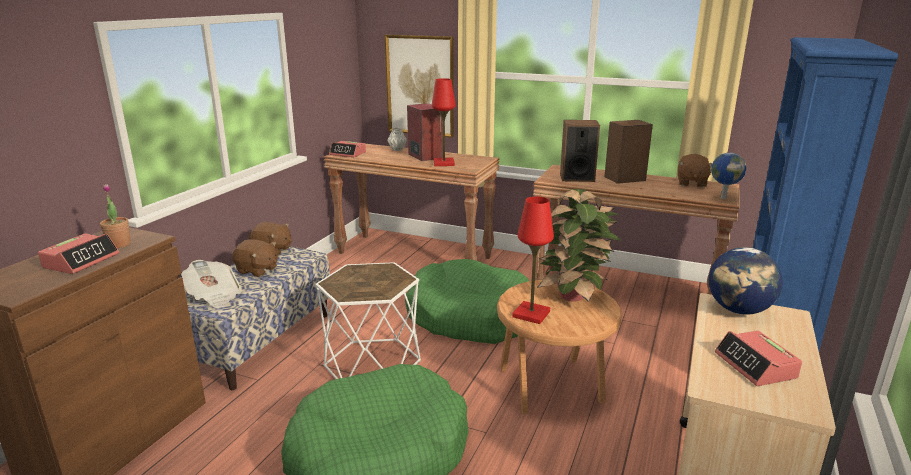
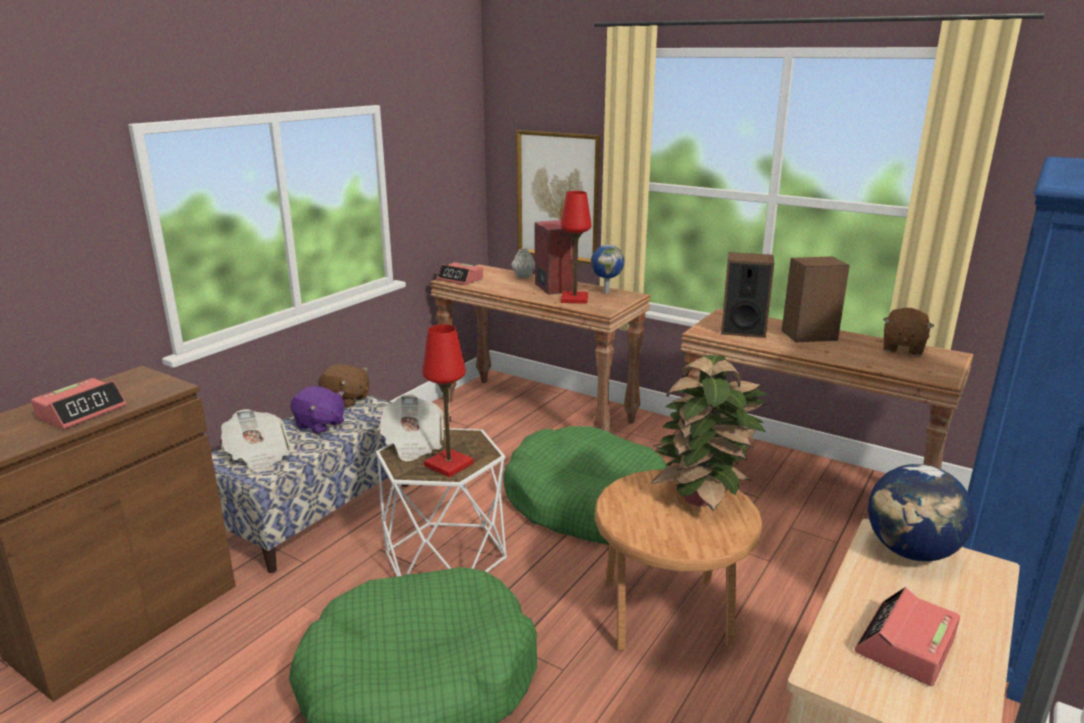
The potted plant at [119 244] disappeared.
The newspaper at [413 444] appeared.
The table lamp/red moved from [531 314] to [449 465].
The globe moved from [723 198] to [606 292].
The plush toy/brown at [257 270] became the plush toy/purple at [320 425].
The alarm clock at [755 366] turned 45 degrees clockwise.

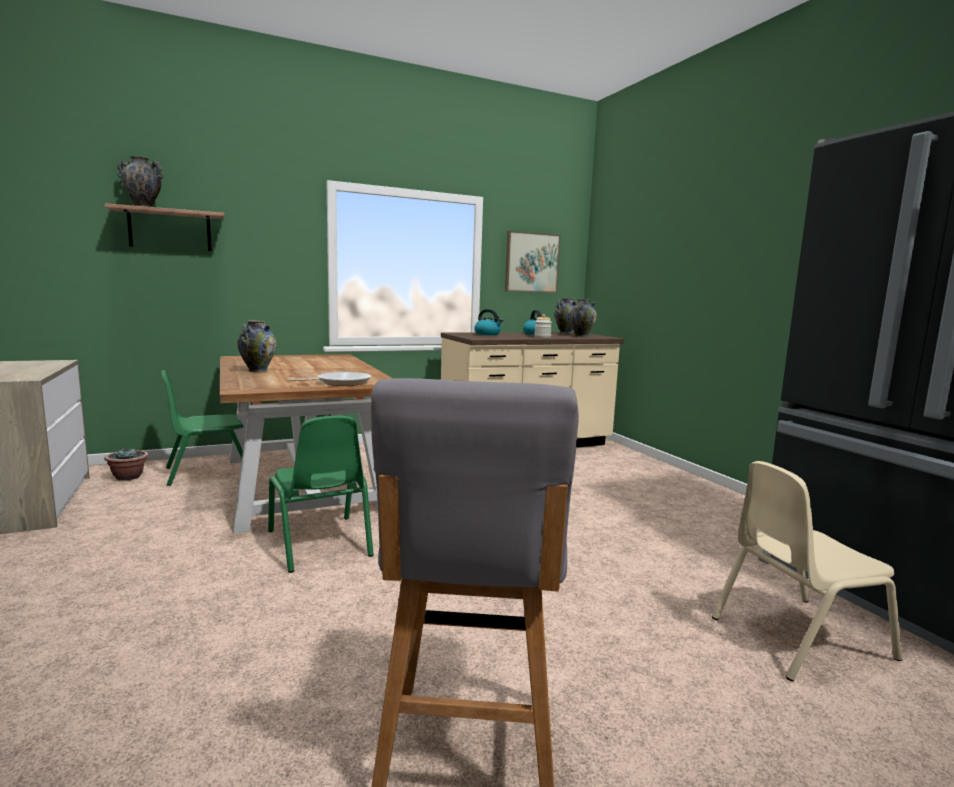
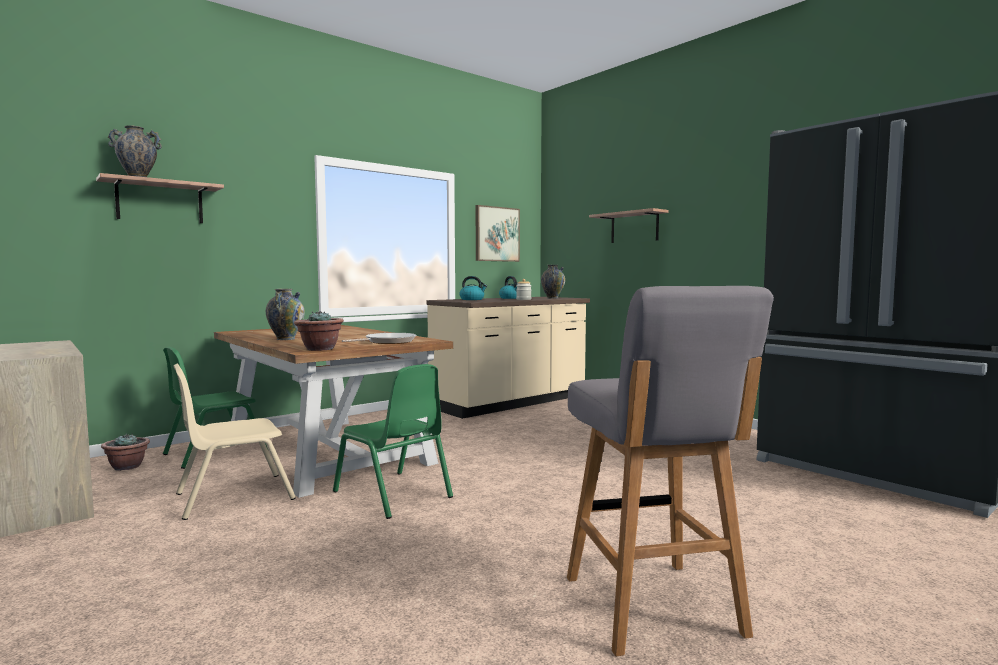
The vase at [566 333] disappeared.
The potted plant at [319 349] appeared.
The shelf at [634 227] appeared.
The chair/beige moved from [798 637] to [234 496].

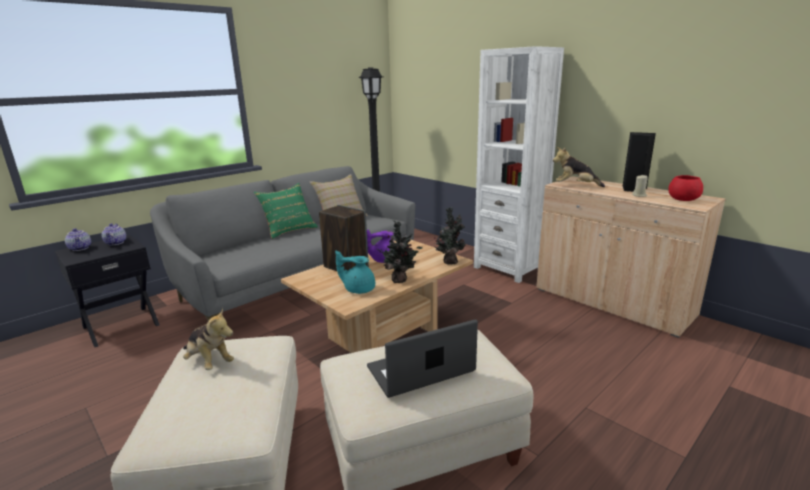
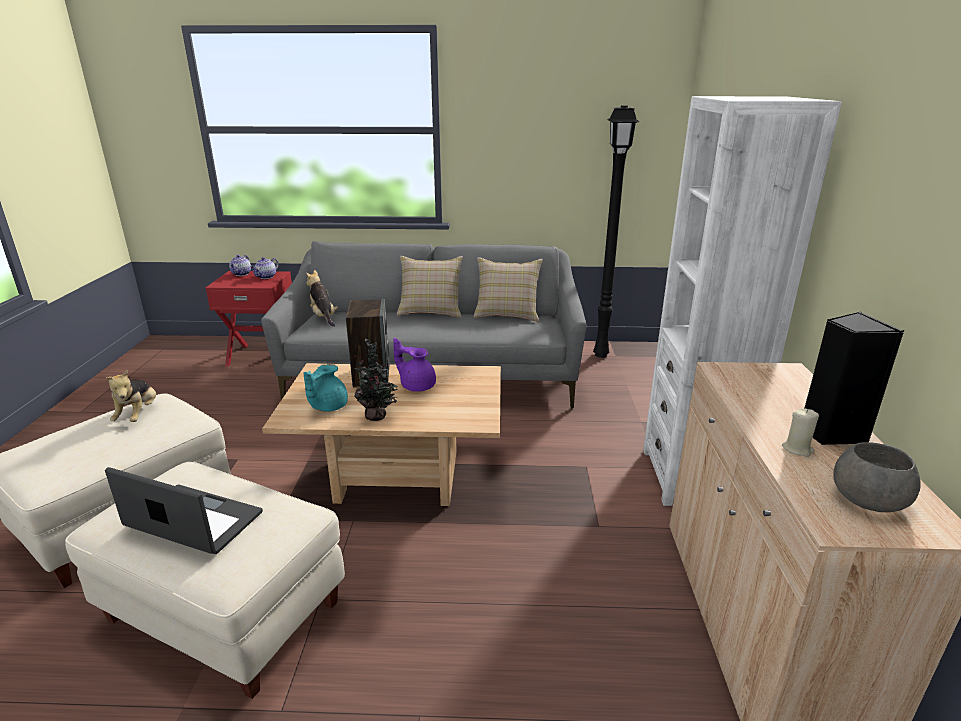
The potted plant at [449 262] disappeared.
The plush toy moved from [575 186] to [323 317].
The side table/black at [121 325] became the side table/red at [262 355].
The pillow/green at [288 230] became the pillow/beige at [431 311].
The bowl/red at [683 199] became the bowl/grey at [866 499].
The teapot/turquoise at [358 289] turned 120 degrees counterclockwise.

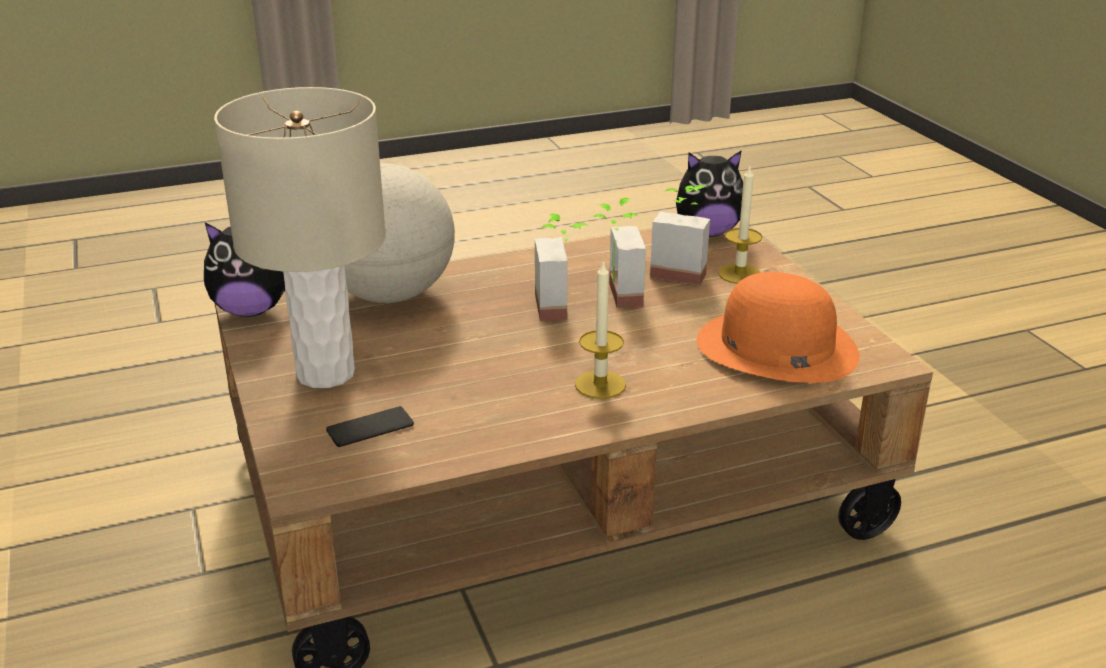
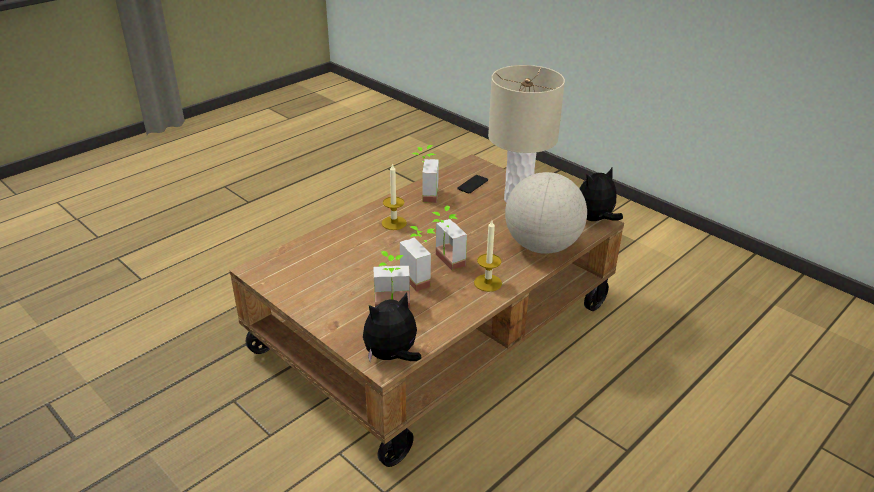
The hat/orange at [776 347] disappeared.
The potted plant at [424 195] appeared.
The candle moved from [740 274] to [487 283].

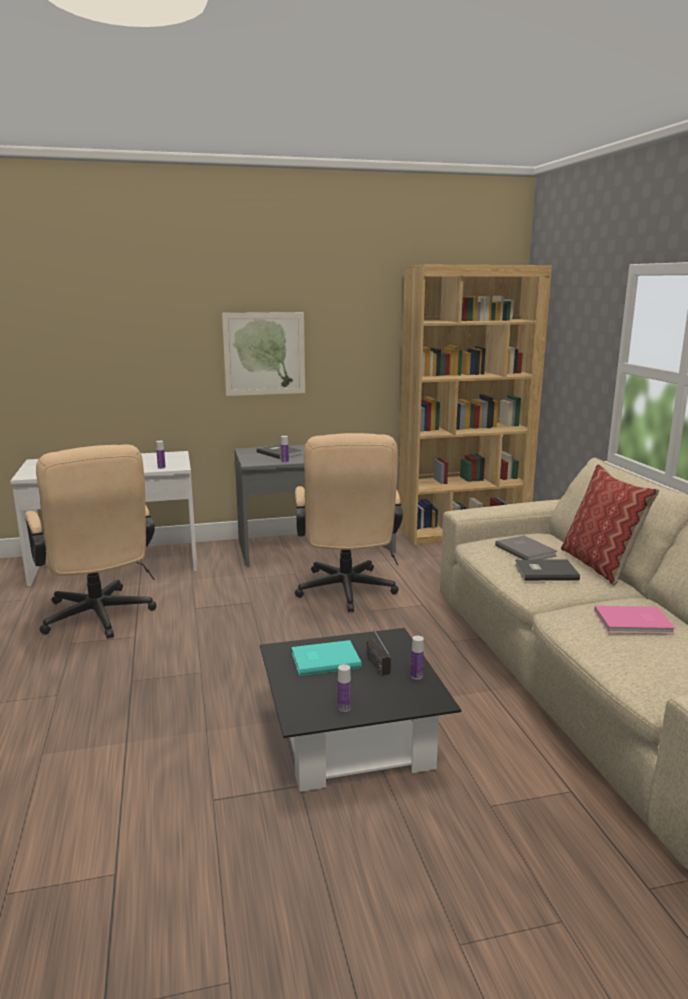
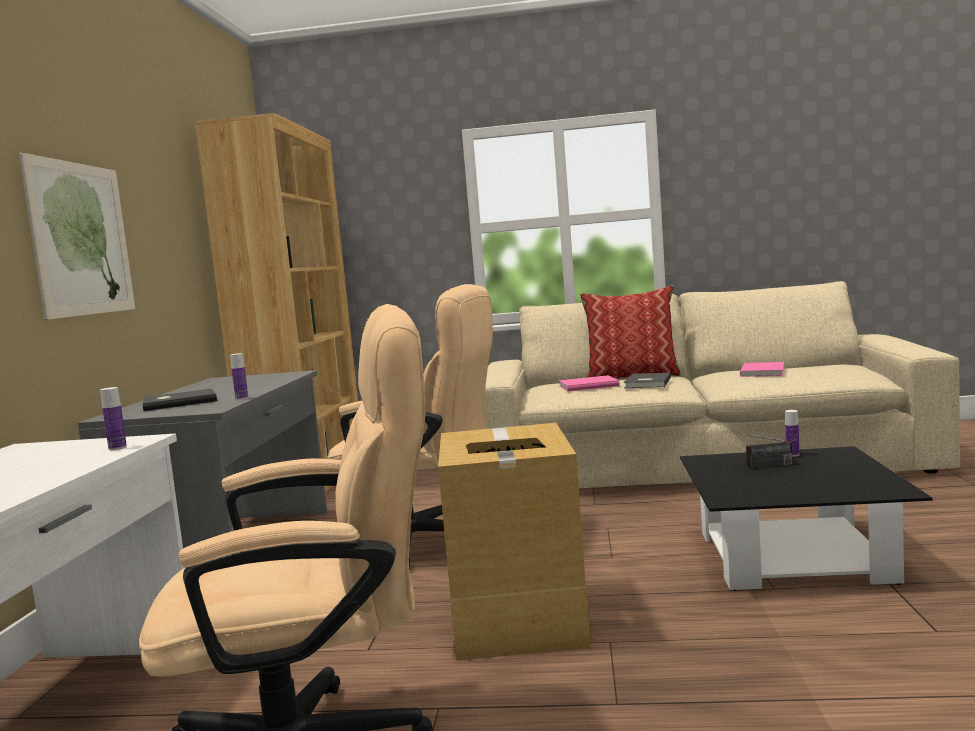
The book/turquoise at [324 659] disappeared.
The bottle at [344 708] disappeared.
The cardboard box at [515 617] appeared.
The book/grey at [526 550] became the book/pink at [587 385].

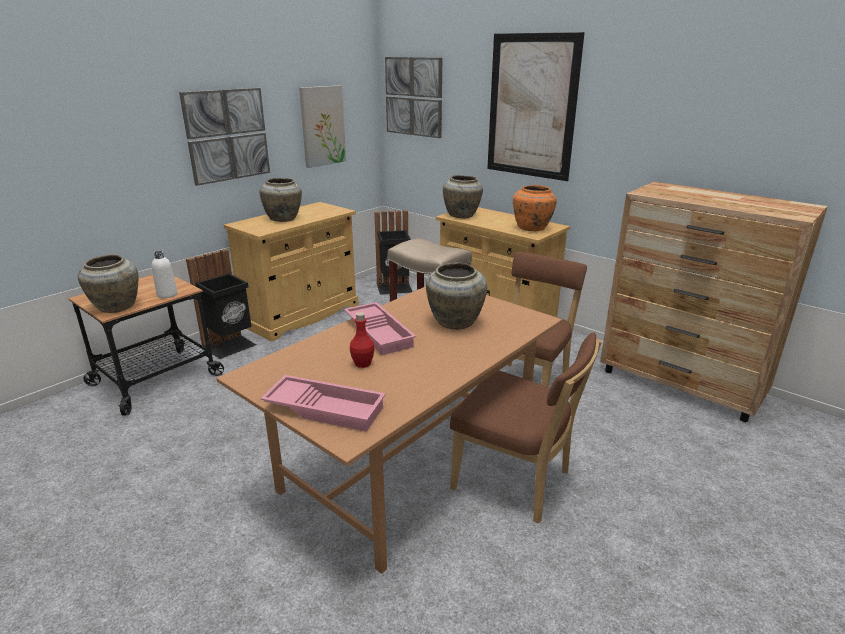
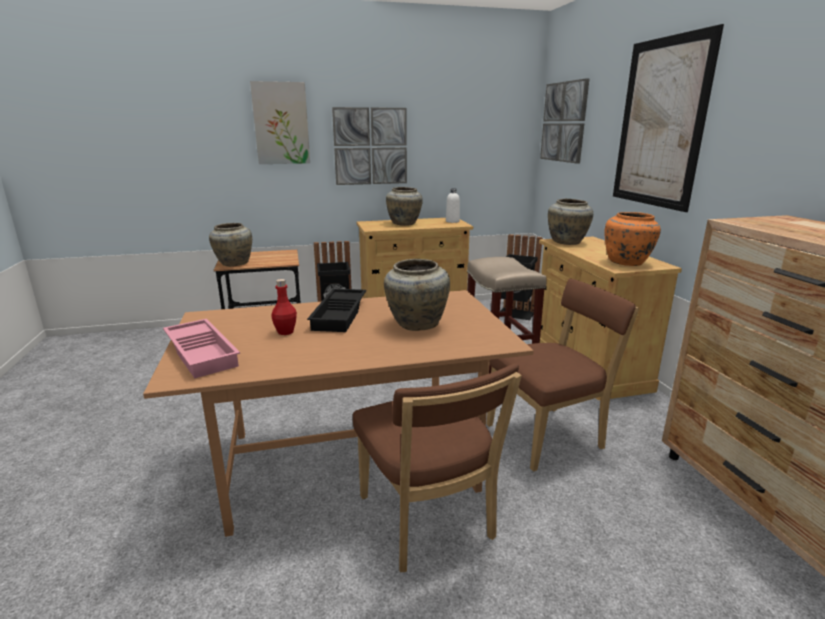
The bottle/white moved from [167 295] to [452 221].
The picture moved from [322 126] to [281 123].
The tray/pink at [380 333] became the tray/black at [340 315].

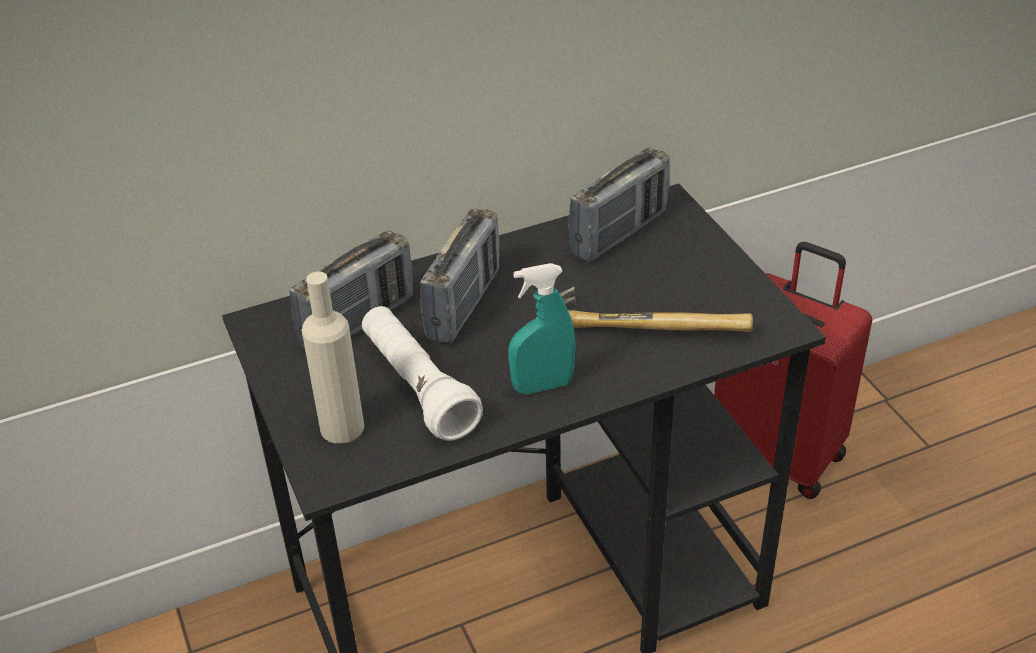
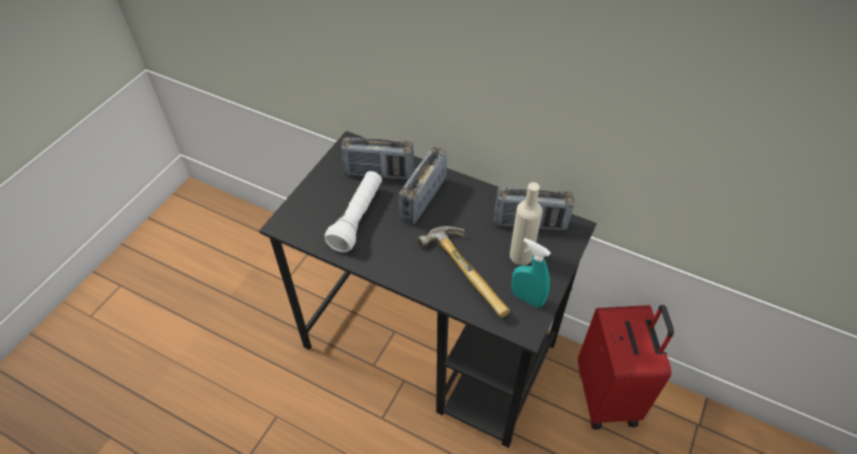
The bottle/beige moved from [342 427] to [521 255].
The spray bottle/turquoise moved from [542 386] to [527 298].
The radio at [464 304] turned 135 degrees clockwise.

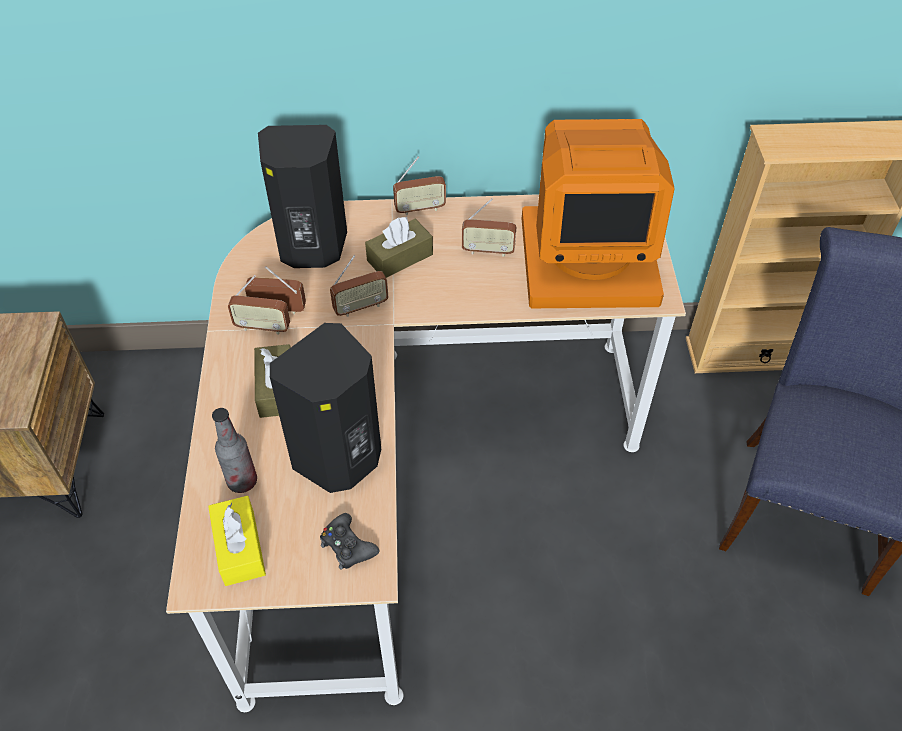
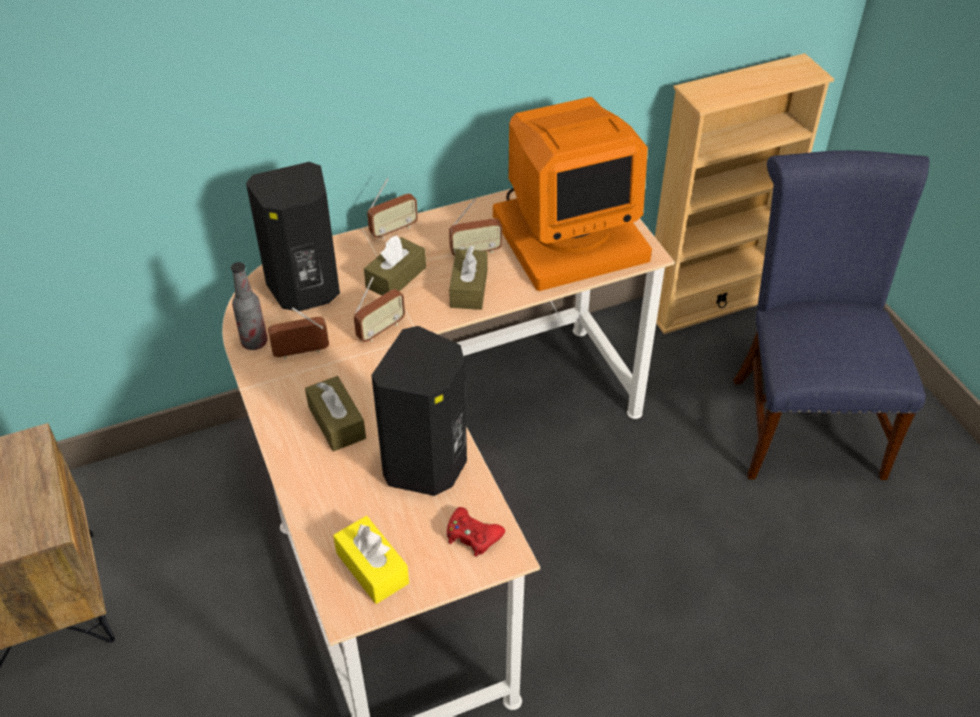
The radio at [262 327] disappeared.
The tissue box/brown at [469 288] appeared.
The bottle moved from [242 481] to [254 342].
The game controller/black at [347 546] became the game controller/red at [472 536].

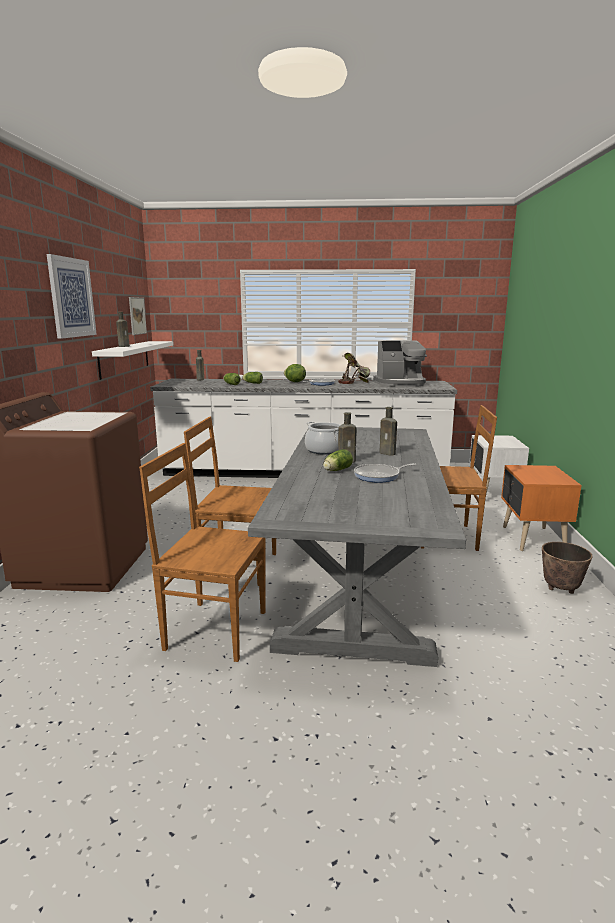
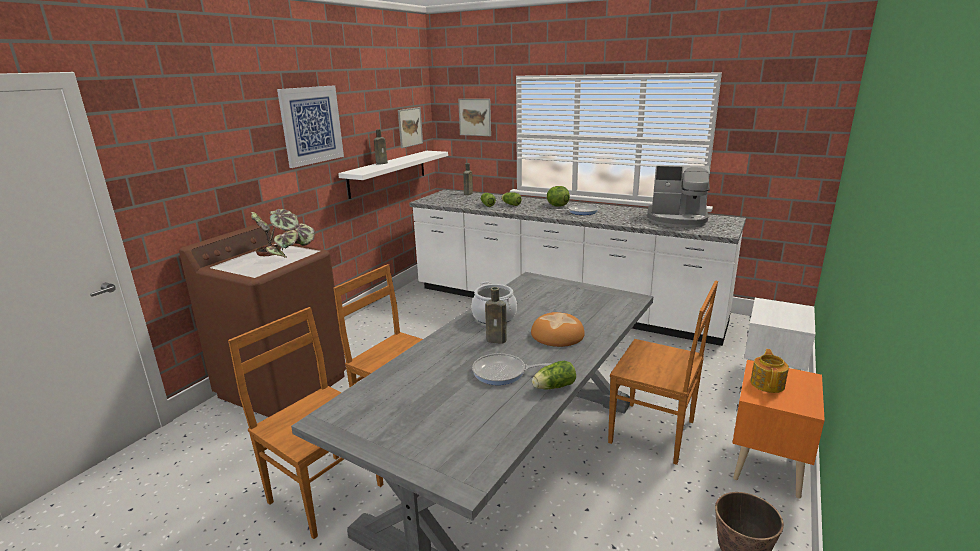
The picture at [475 117] appeared.
The teapot at [767 384] appeared.
The lettuce moved from [336 470] to [552 387].
The potted plant moved from [355 382] to [285 251].
The bottle/brown at [388 453] was replaced by the bread at [557 334].

